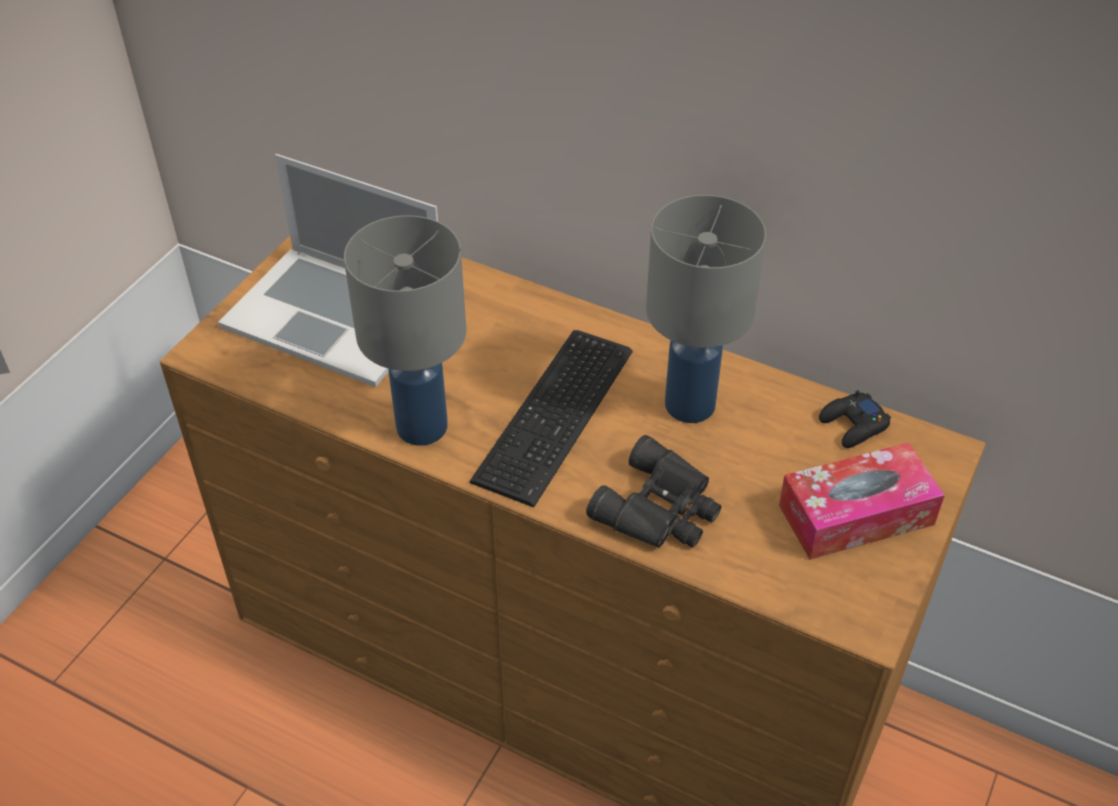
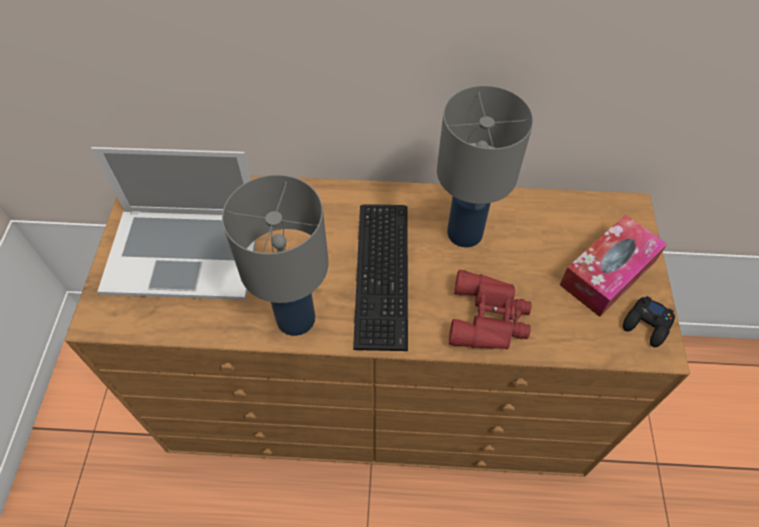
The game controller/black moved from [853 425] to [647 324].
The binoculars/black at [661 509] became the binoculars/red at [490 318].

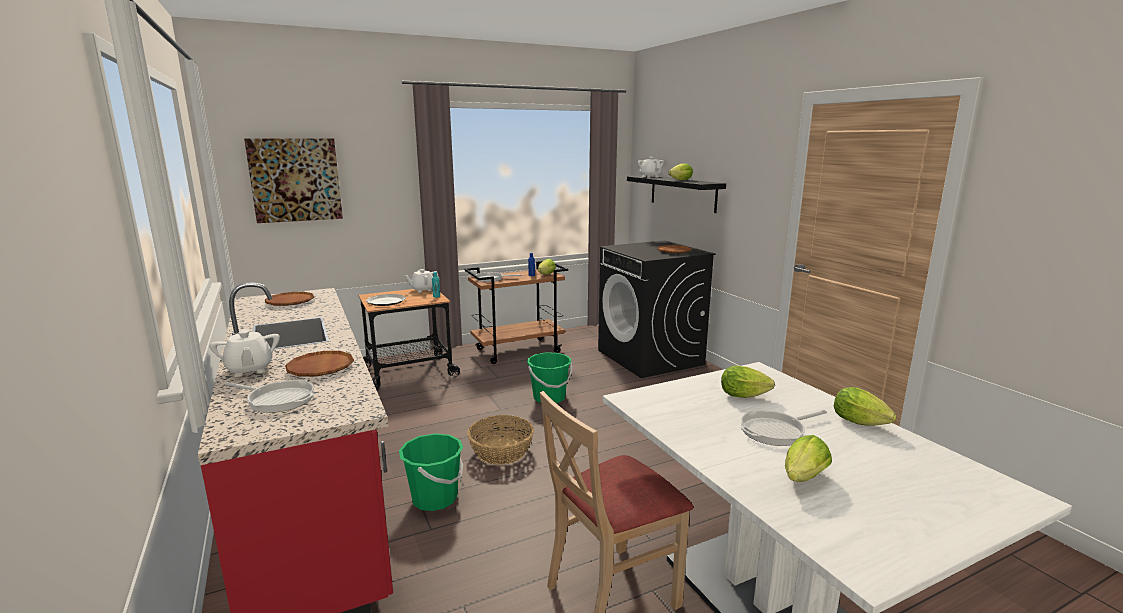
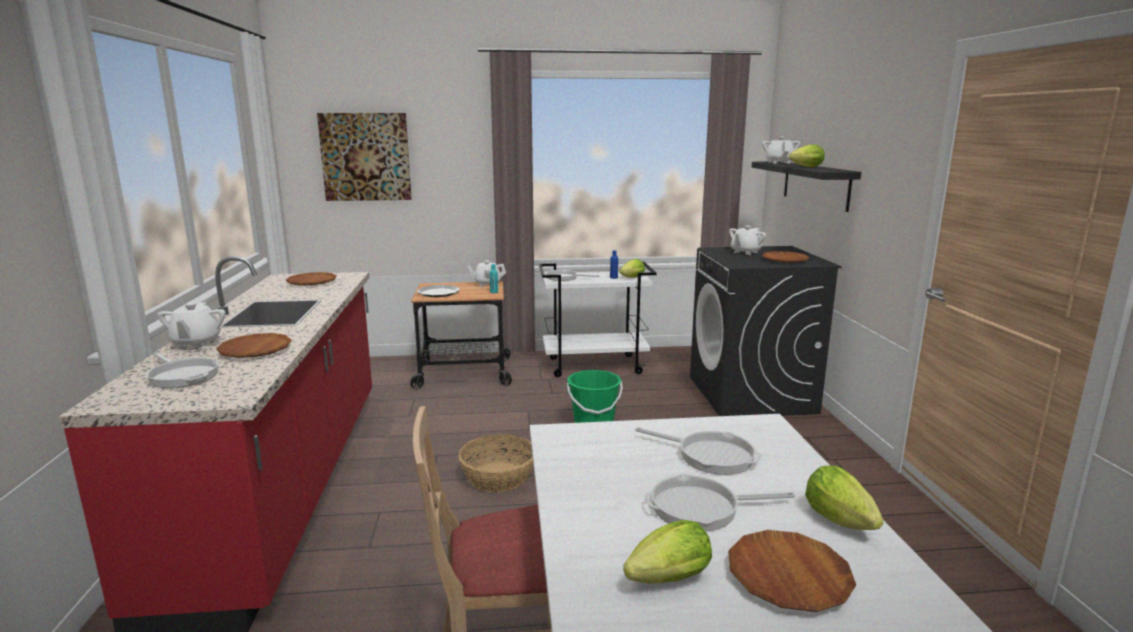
The bucket/green at [435 498] disappeared.
The plate/brown at [788 577] appeared.
The teapot/white at [745 252] appeared.
The lettuce at [746 396] was replaced by the frying pan at [710 455].
The cart/brown at [518 351] became the cart/white at [595 366].

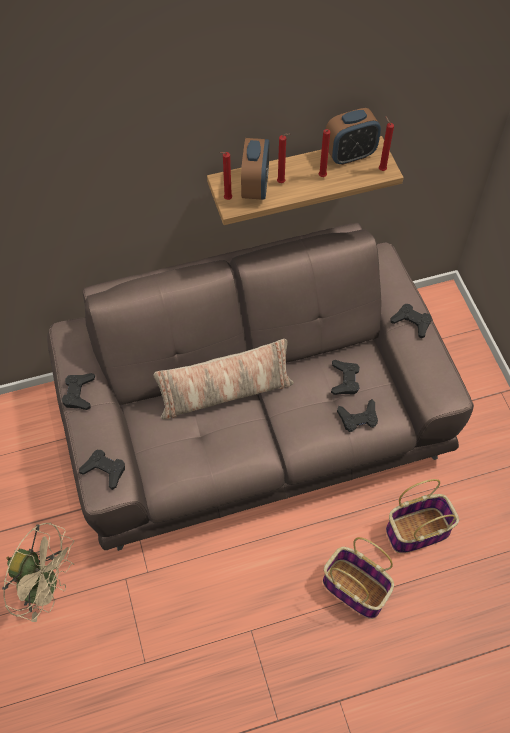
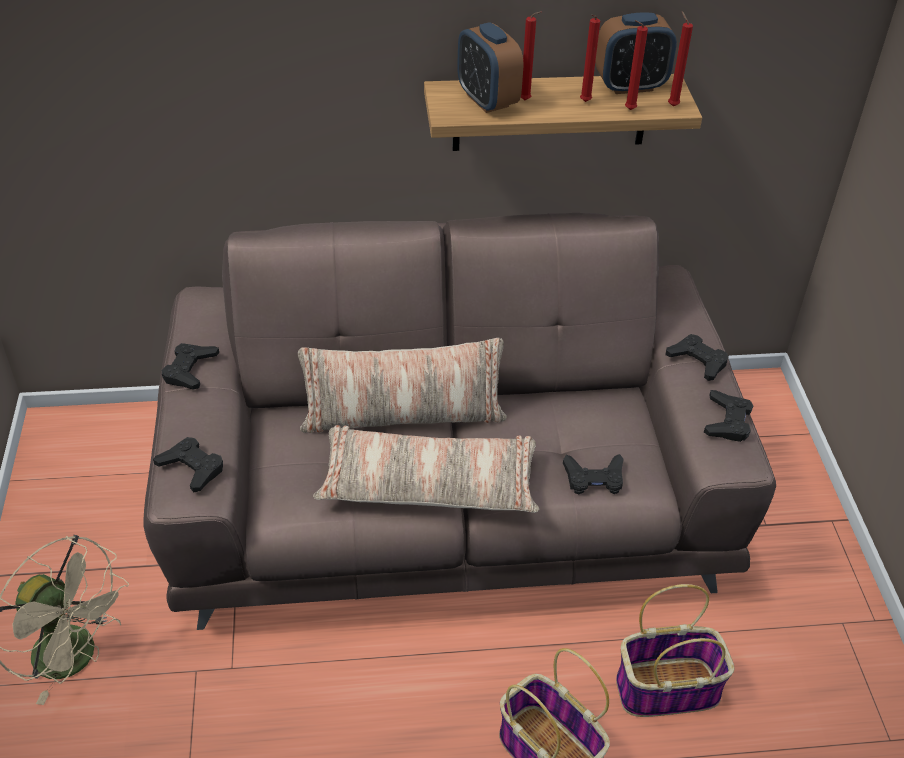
The pillow at [429 484] appeared.
The candle/red moved from [226 199] to [628 110].
The game controller/black moved from [345 380] to [727 421].
The alarm clock at [255 187] turned 135 degrees clockwise.

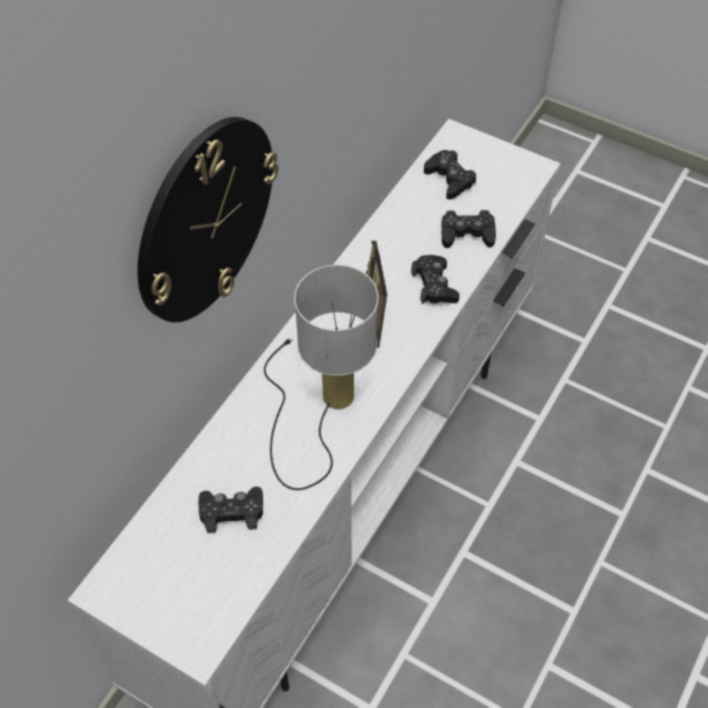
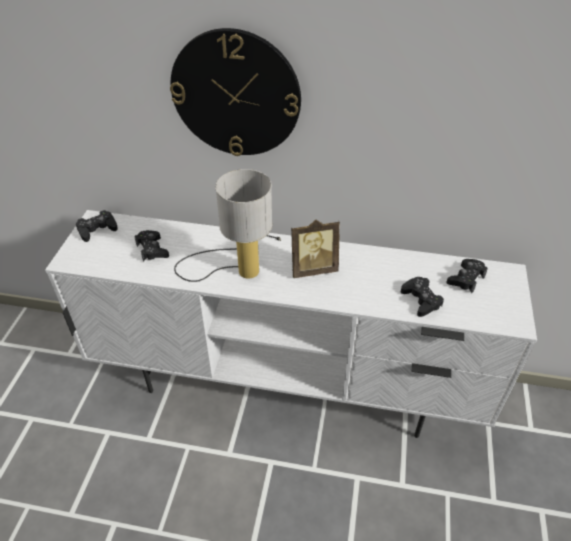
The game controller/black moved from [434 285] to [97 229].

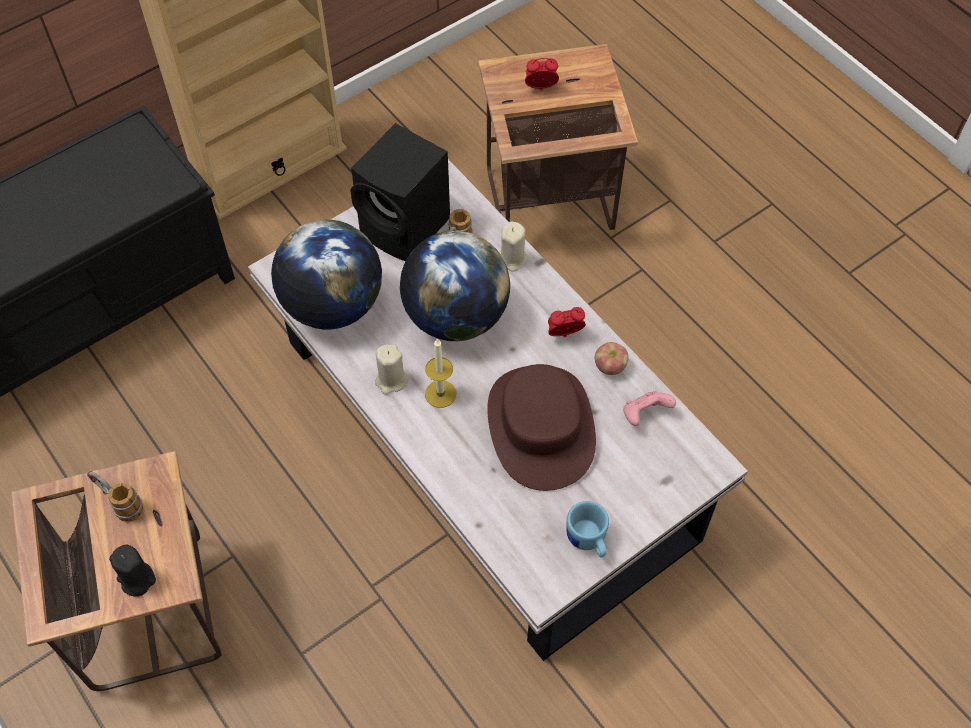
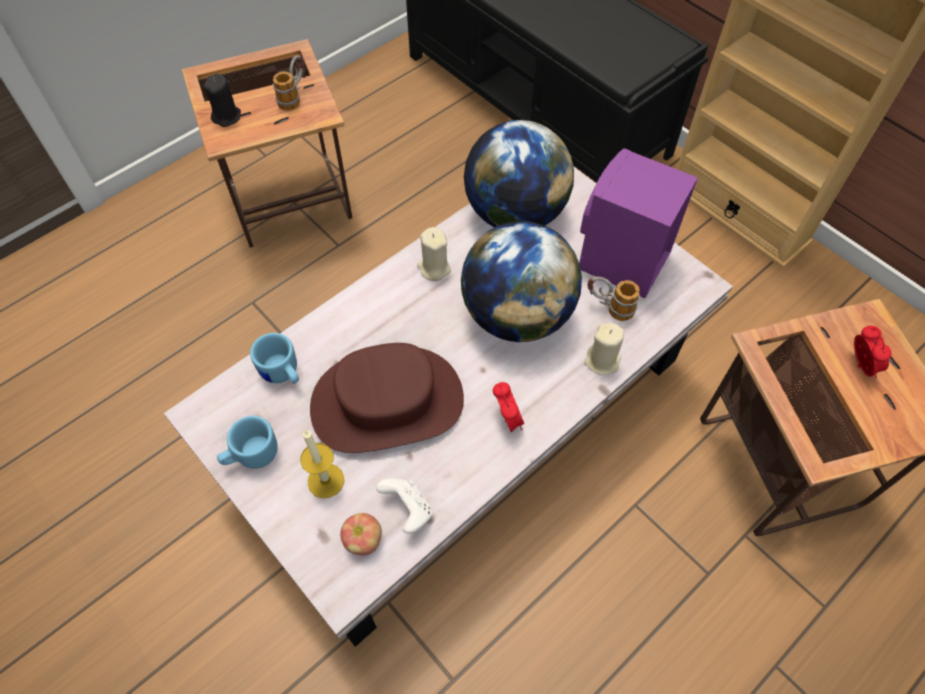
The mug/blue at [282 374] appeared.
The candle moved from [440 394] to [325 480].
The apple moved from [610 366] to [363 540].
The speaker/black at [407 229] became the speaker/purple at [621 263].
The game controller/pink at [644 414] became the game controller/white at [408 509].

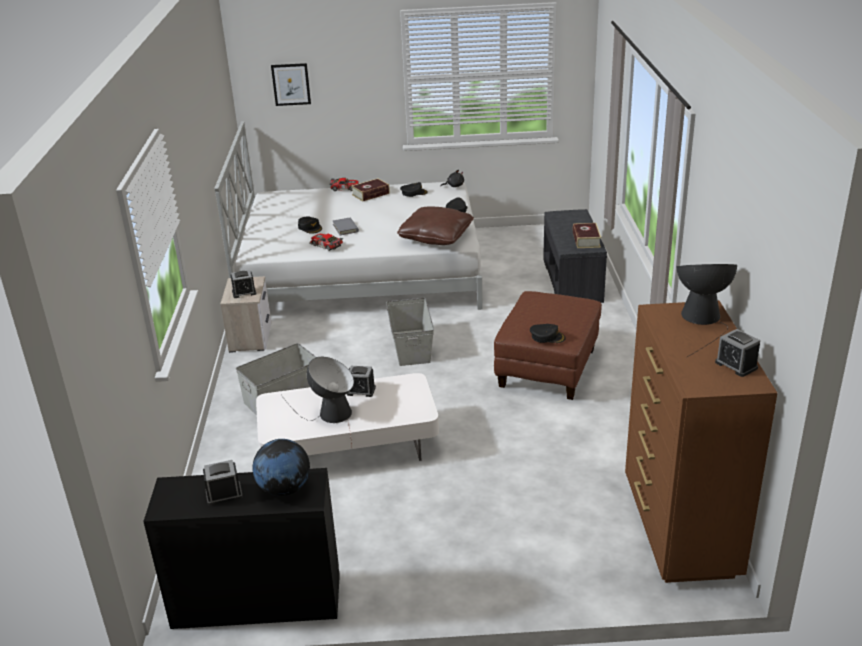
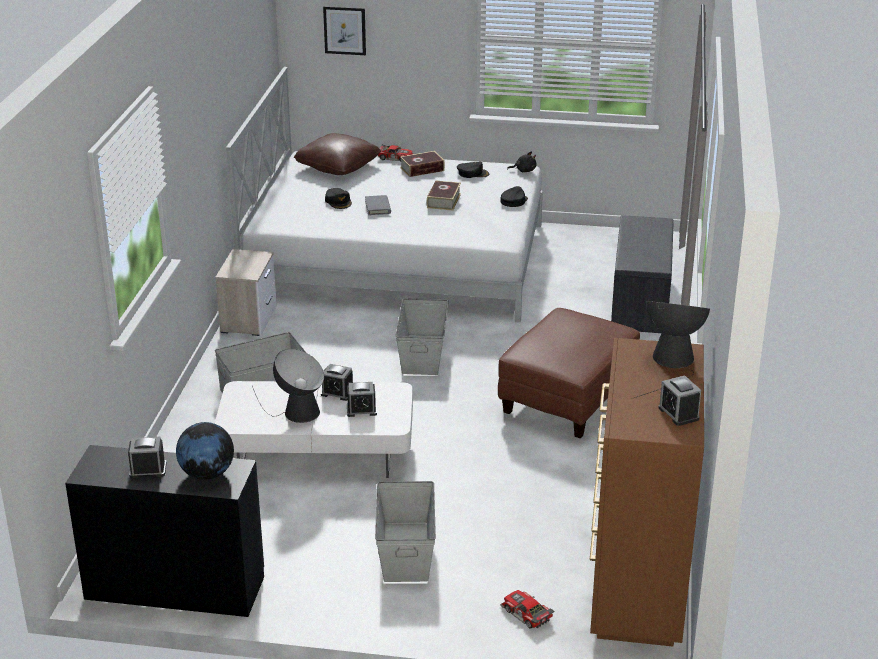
The cap/black at [547 337] disappeared.
The storage box/grey at [405 551] appeared.
The alarm clock moved from [244 292] to [361 410].
The toy car moved from [325 245] to [525 614].
The pillow/brown moved from [436 237] to [338 166].
The book moved from [586 240] to [443 201].

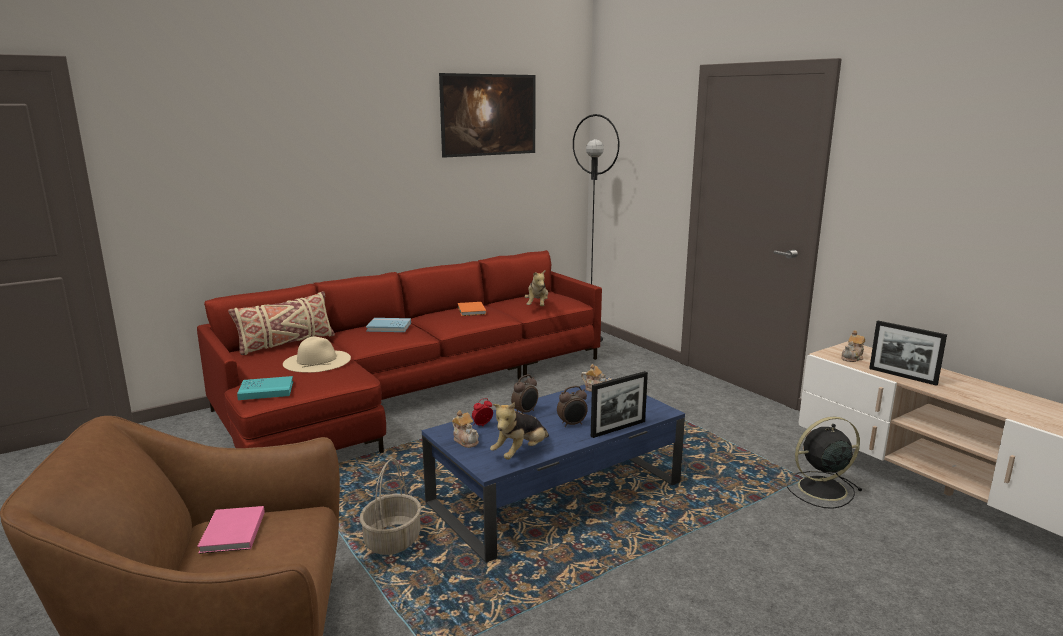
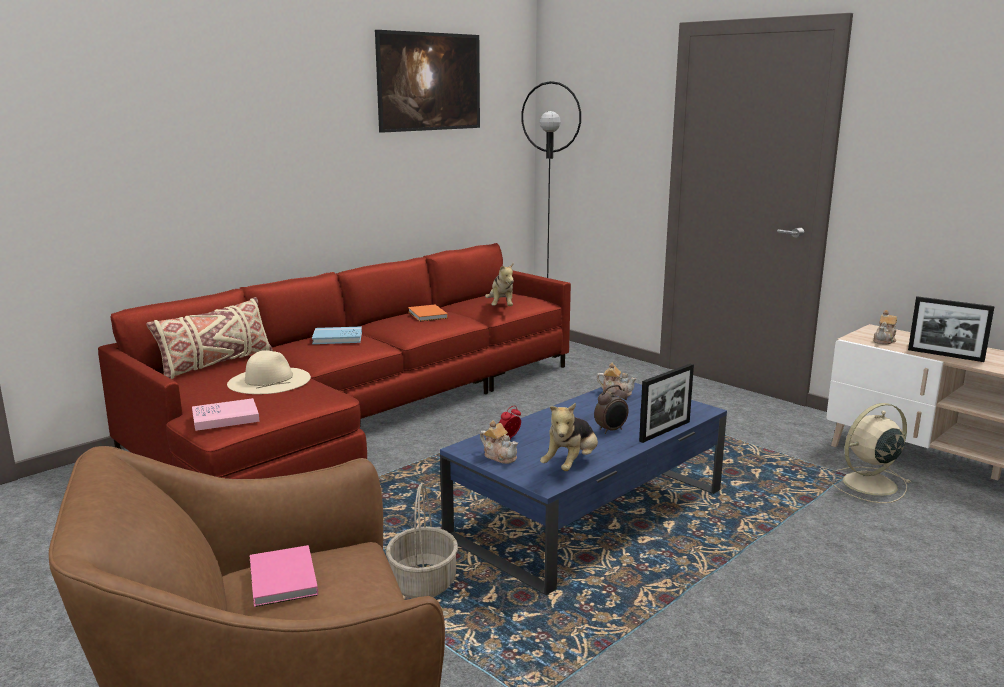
The alarm clock at [525 412] disappeared.
The book/turquoise at [266 390] became the book/pink at [225 417].
The fan/black at [820 489] became the fan/beige at [867 484].

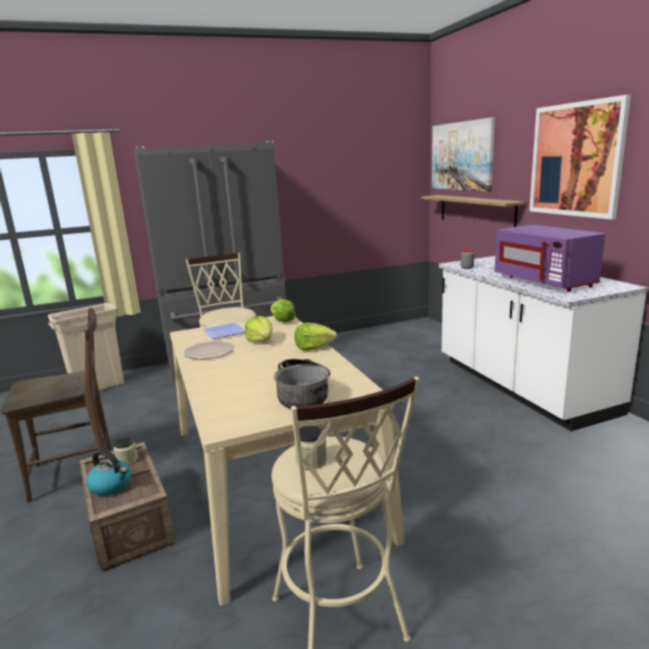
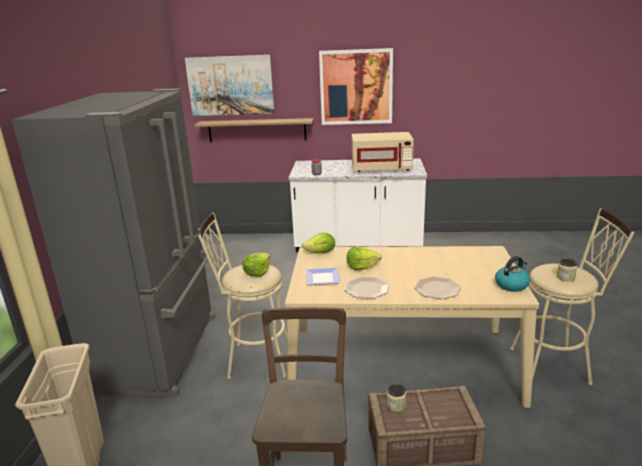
The cooking pot at [305 394] disappeared.
The plate at [438 289] appeared.
The kettle moved from [111 485] to [511 285].
The lettuce moved from [314 347] to [257 272].
The microwave/purple at [544 281] became the microwave/beige at [381 169].

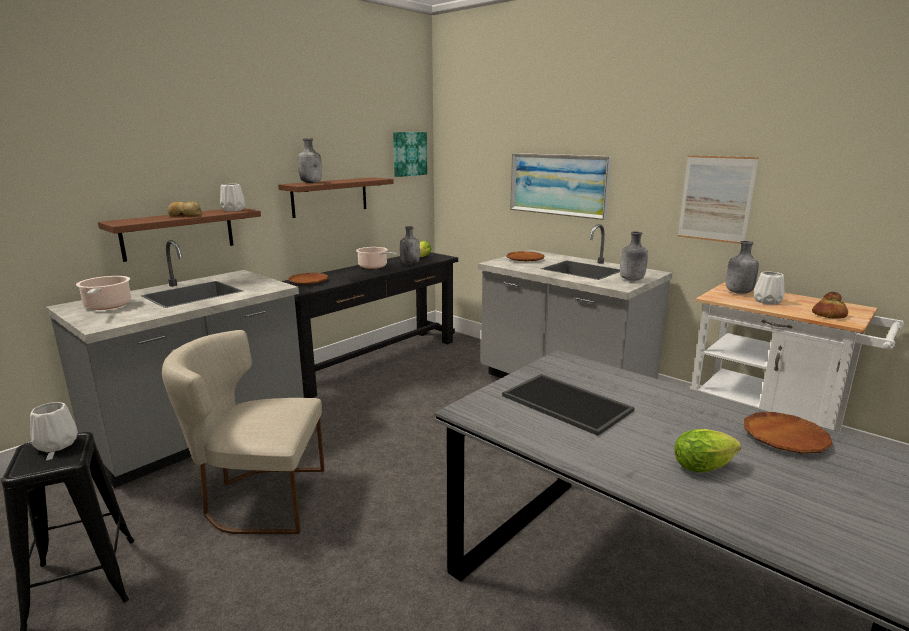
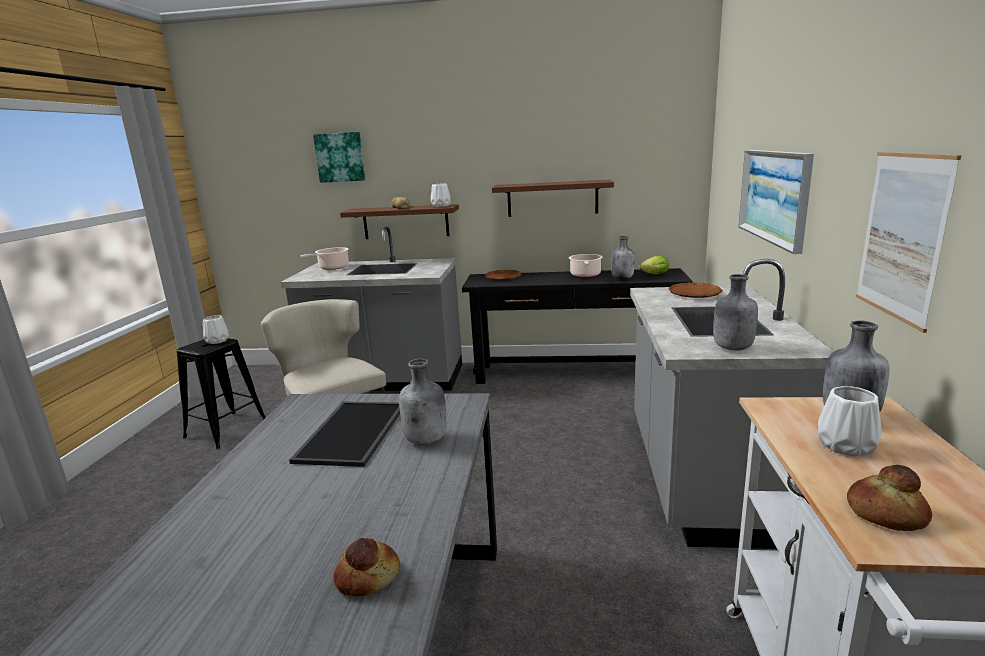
The lettuce at [706 467] disappeared.
The bottle/grey moved from [311 183] to [427 440].
The picture moved from [409 154] to [340 157].
The plate/brown at [785 437] was replaced by the bread at [367 576].

